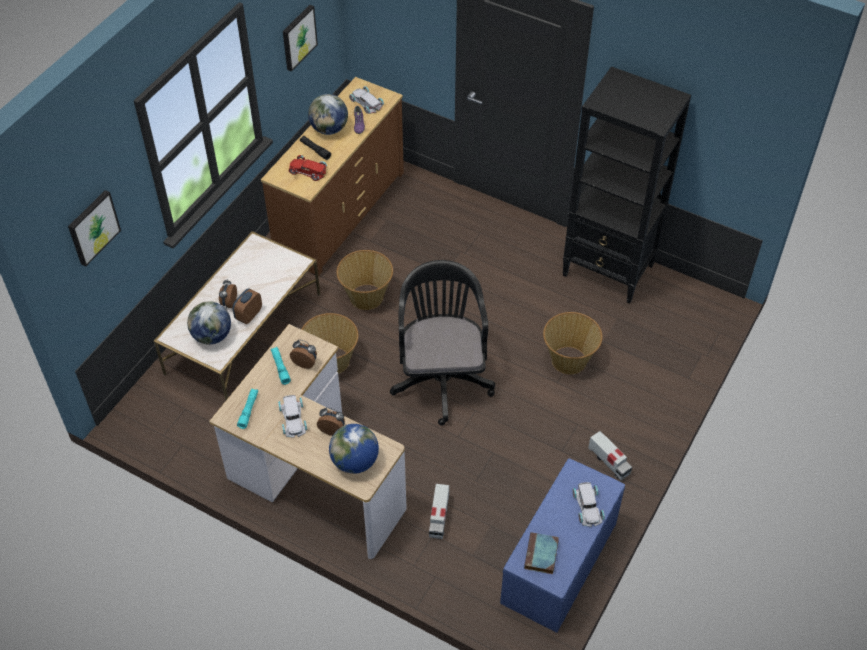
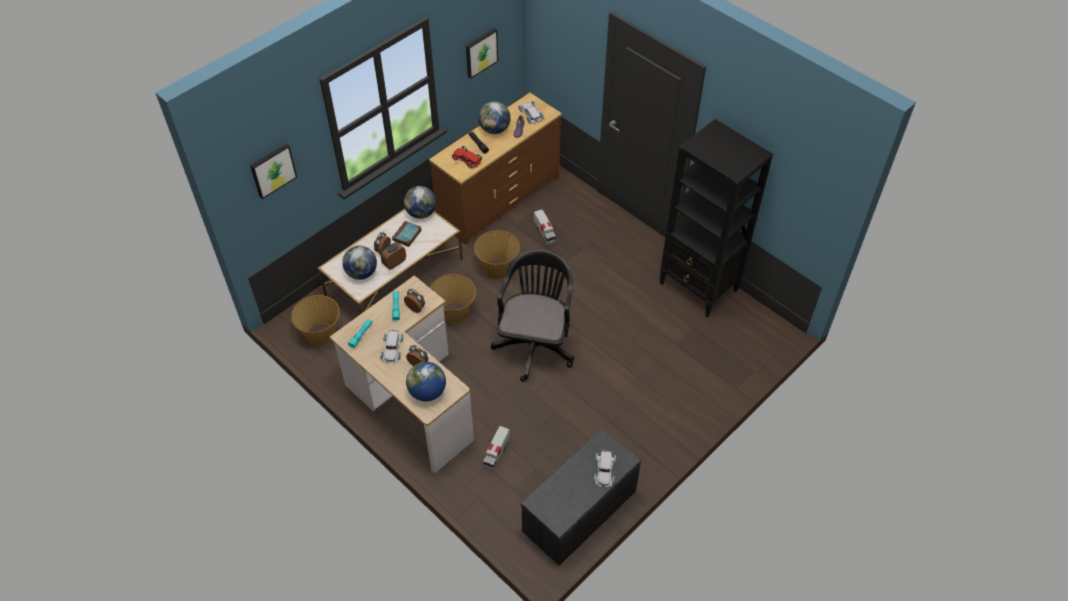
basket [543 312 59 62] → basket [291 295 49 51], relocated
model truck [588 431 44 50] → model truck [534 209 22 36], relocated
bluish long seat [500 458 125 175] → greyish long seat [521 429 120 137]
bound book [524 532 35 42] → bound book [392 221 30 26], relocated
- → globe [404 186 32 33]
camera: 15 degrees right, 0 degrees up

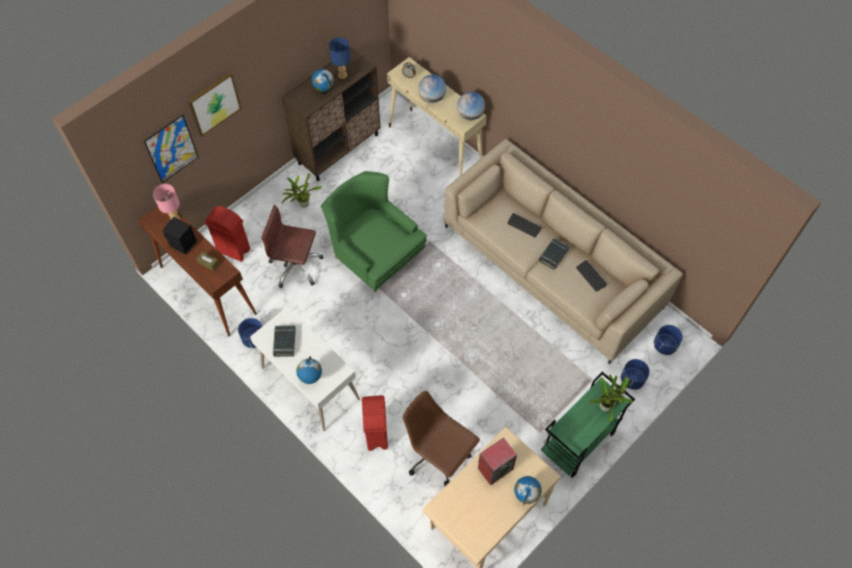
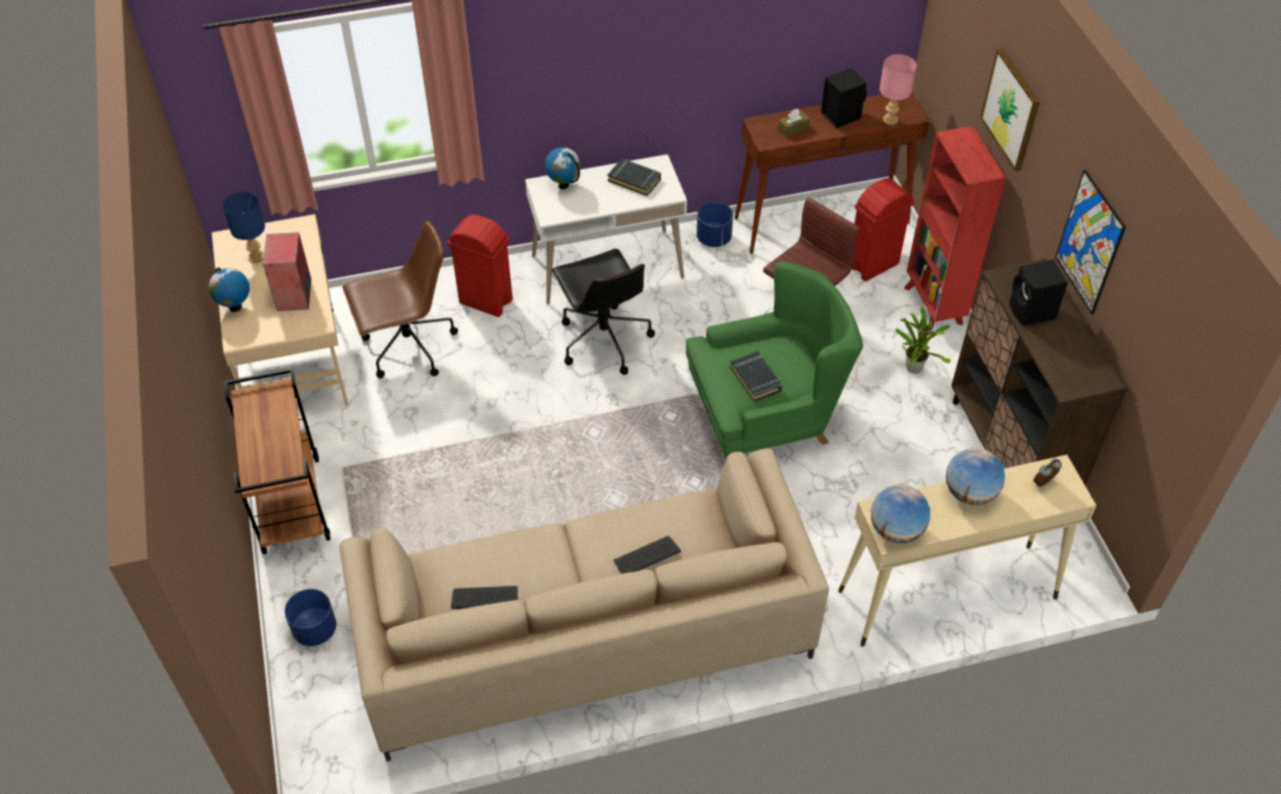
bluish table lamp [329 37 22 42] → bluish table lamp [223 192 42 71], relocated
globe [312 69 22 25] → black-coloured loudspeaker [1009 260 59 66]
picture [144 114 54 69] → picture [1055 170 71 144], relocated
black-coloured bound book [539 238 30 32] → black-coloured bound book [730 351 52 50], relocated
bluish planter [654 325 29 30] → -
green cart [541 372 94 106] → brownish cart [224 368 107 186]
houseplant [588 375 45 46] → -
- → red bookcase [904 126 102 206]
- → black-coloured computer chair [551 249 104 126]
camera: 120 degrees right, 10 degrees down

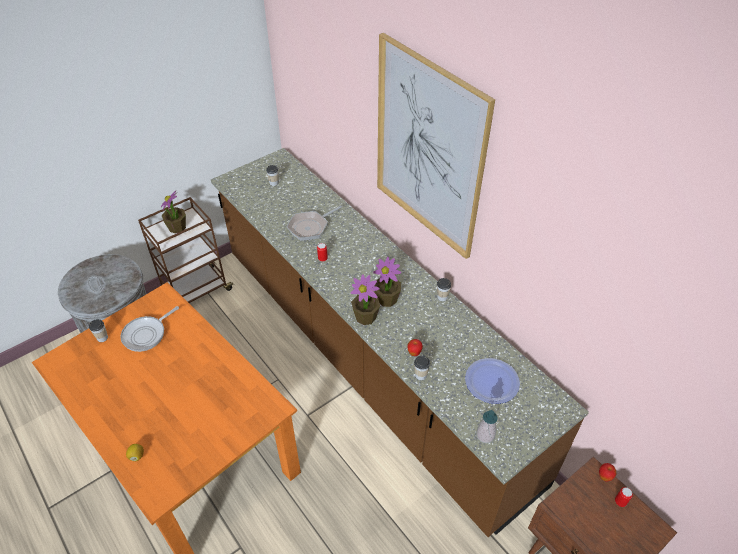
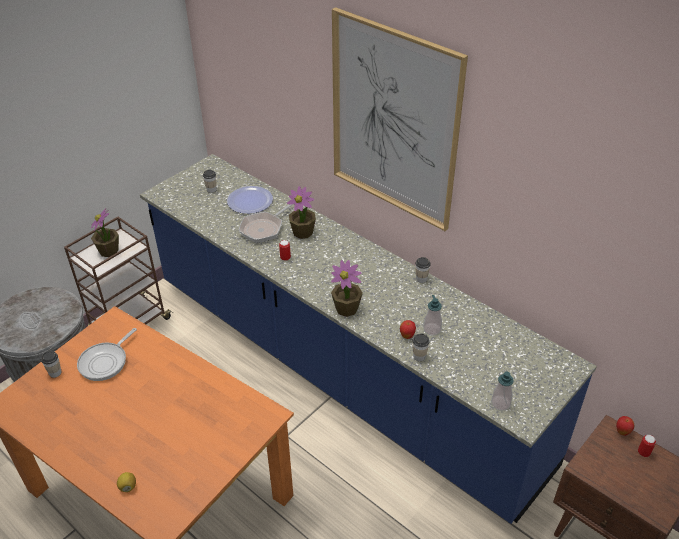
brownish counter [211 148 378 389] → bluish counter [140 154 457 370]
houseplant [373 257 28 50] → houseplant [287 186 29 53], relocated
plate [465 358 55 46] → plate [227 186 46 28], relocated
- → soap bottle [423 295 19 41]
camera: 10 degrees left, 5 degrees down

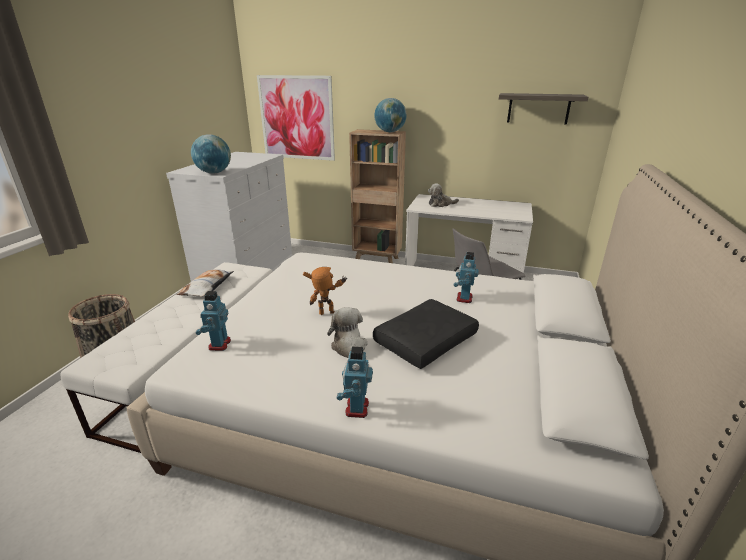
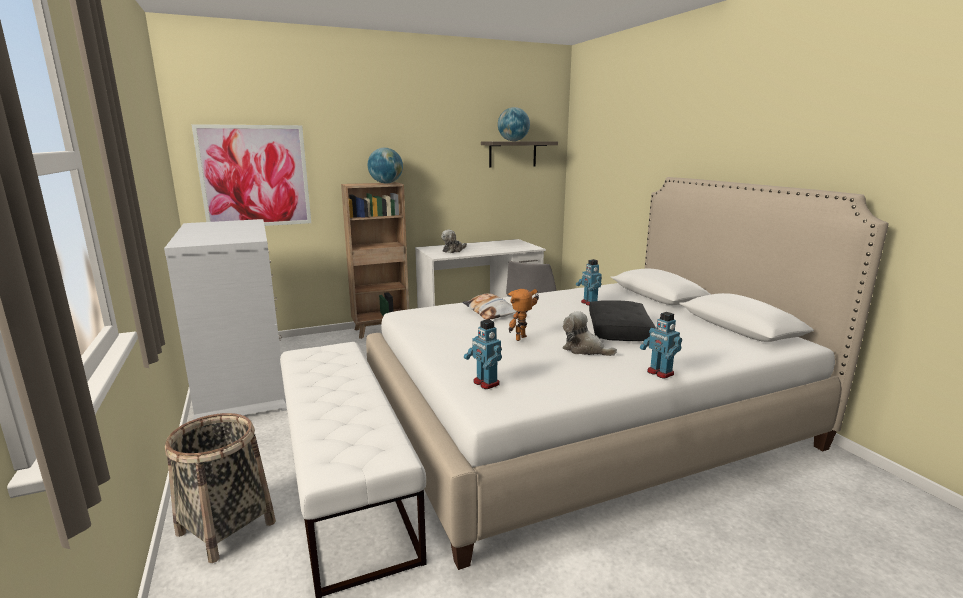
globe [191 134 40 39] → globe [498 107 32 34], relocated
cushion [176 269 58 28] → cushion [462 293 54 27], relocated
camera: 40 degrees left, 10 degrees down

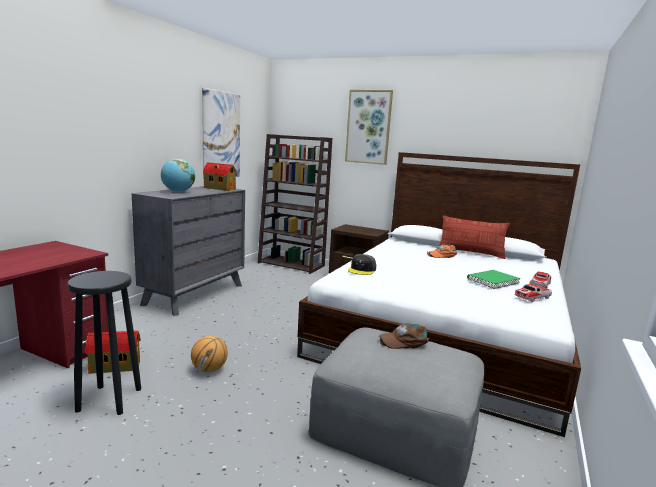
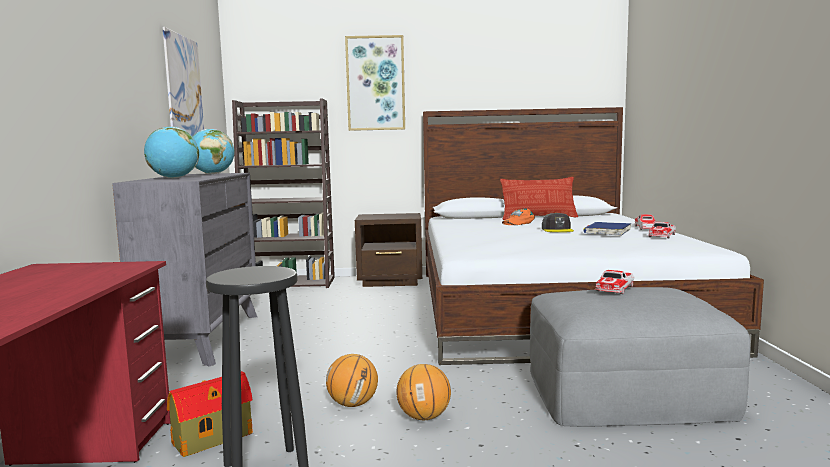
miniature house [203 163 34 28] → globe [192 129 43 45]
greyish baseball cap [348 254 28 21] → greyish baseball cap [542 213 32 19], relocated
green bound book [467 270 54 19] → bluish bound book [583 222 48 14]
brownish baseball cap [379 323 51 26] → model car [595 270 39 24]
- → basketball [396 364 55 57]
camera: 25 degrees left, 5 degrees down

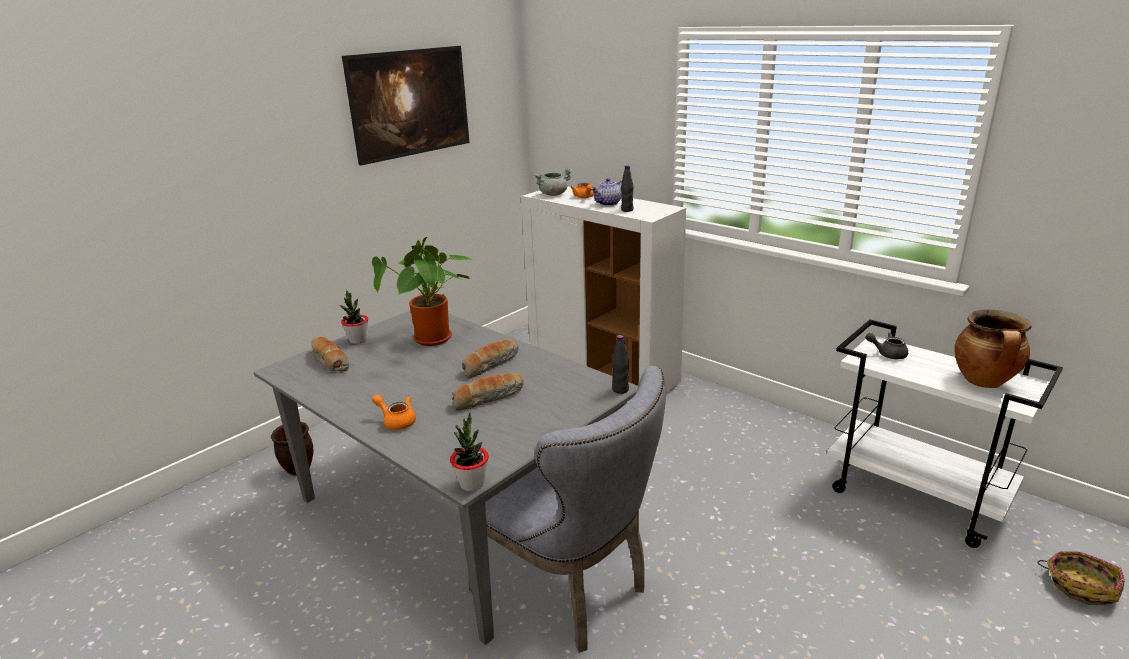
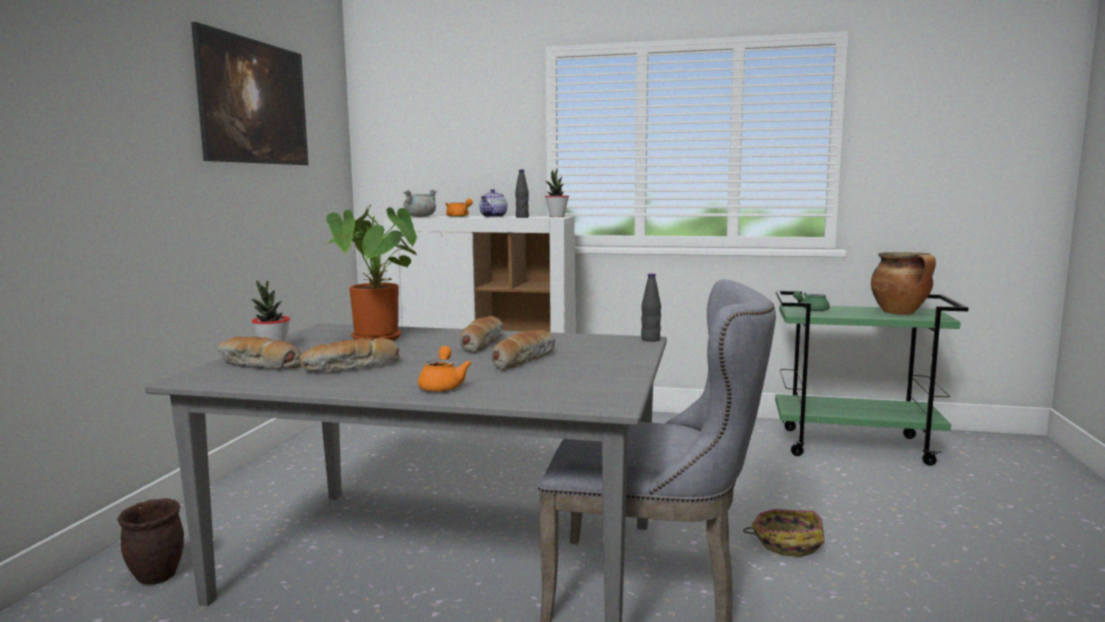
white-coloured cart [827 319 236 229] → green cart [775 291 193 175]
greyish tea pot [865 332 43 27] → green tea pot [793 291 37 20]
orangey tea pot [372 395 44 35] → orangey tea pot [418 346 53 46], 90 degrees clockwise
houseplant [450 412 39 79] → houseplant [545 170 24 47], relocated
basket [1037 551 88 54] → basket [743 509 82 48], relocated
- → baked bread [299 338 101 34]
camera: 30 degrees left, 15 degrees down

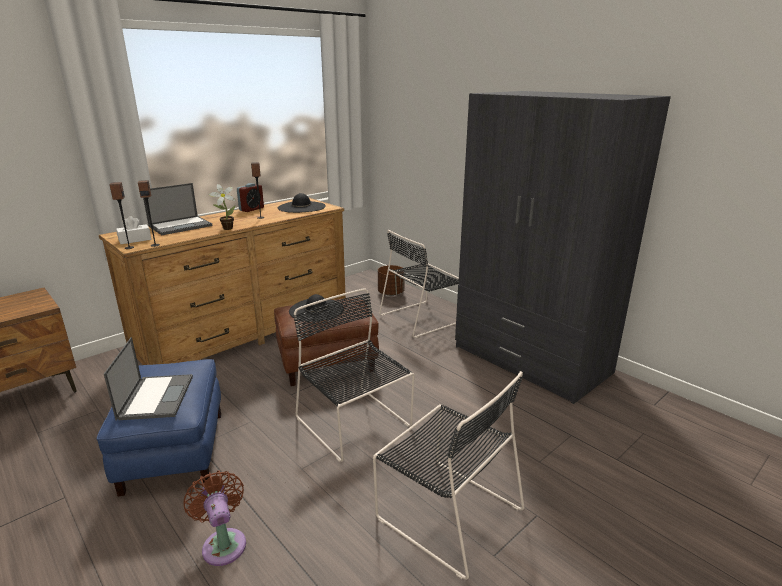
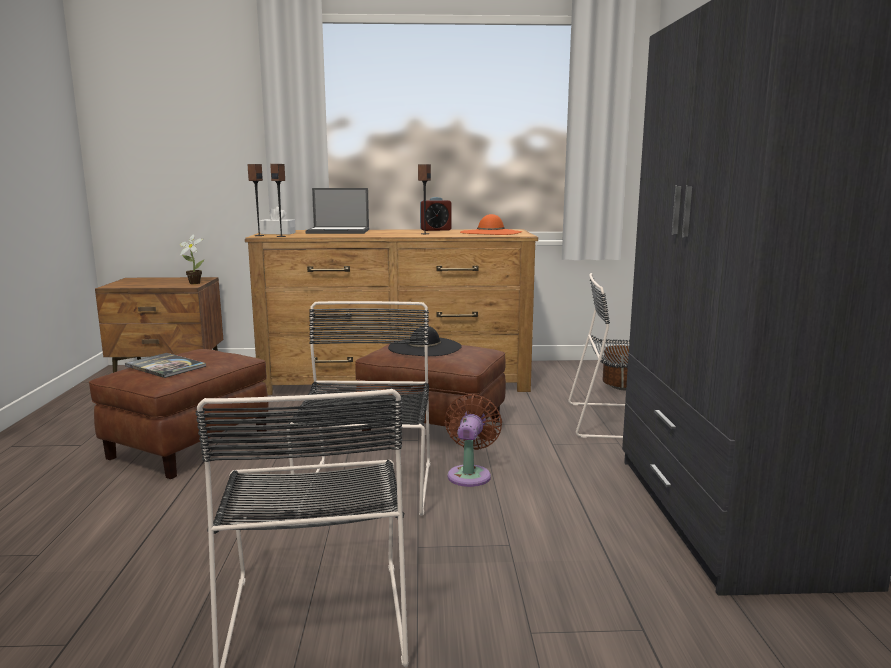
houseplant [209 184 26 46] → houseplant [180 234 25 50], relocated
black-coloured hat [278 193 48 20] → orangey hat [460 214 62 21]
laptop [104 337 89 84] → bound book [125 353 81 25]
bluish ottoman [97 359 124 137] → brownish ottoman [89 349 180 130]
brownish electric fan [183 471 63 95] → brownish electric fan [445 394 57 93], relocated
camera: 40 degrees right, 10 degrees down

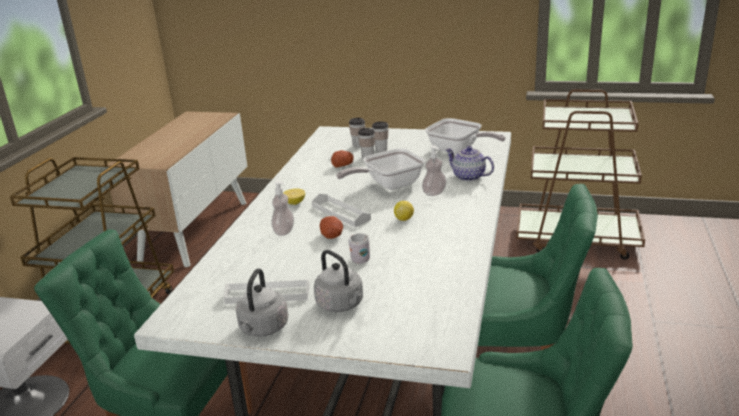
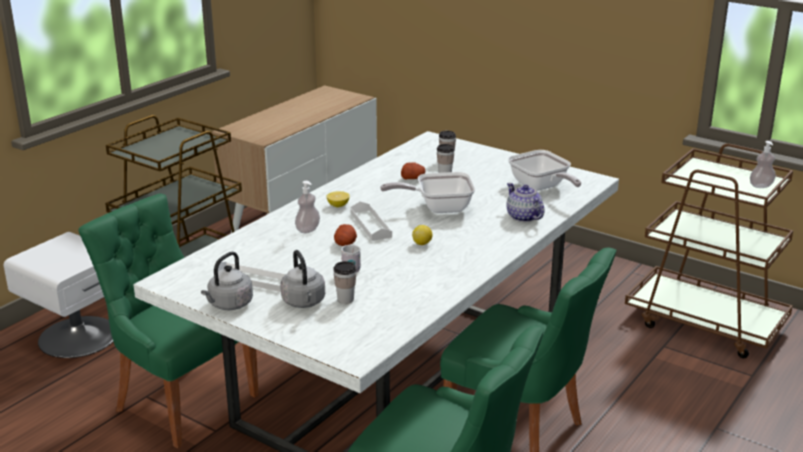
small cup [372 122 17 30] → small cup [333 261 23 43], relocated
soap bottle [422 146 24 50] → soap bottle [750 141 26 47], relocated
camera: 20 degrees right, 0 degrees up

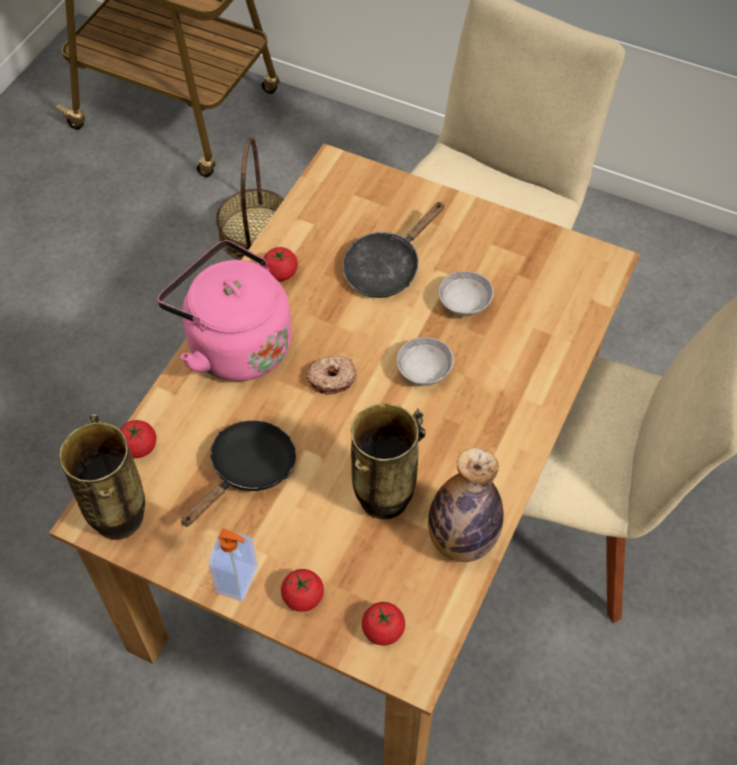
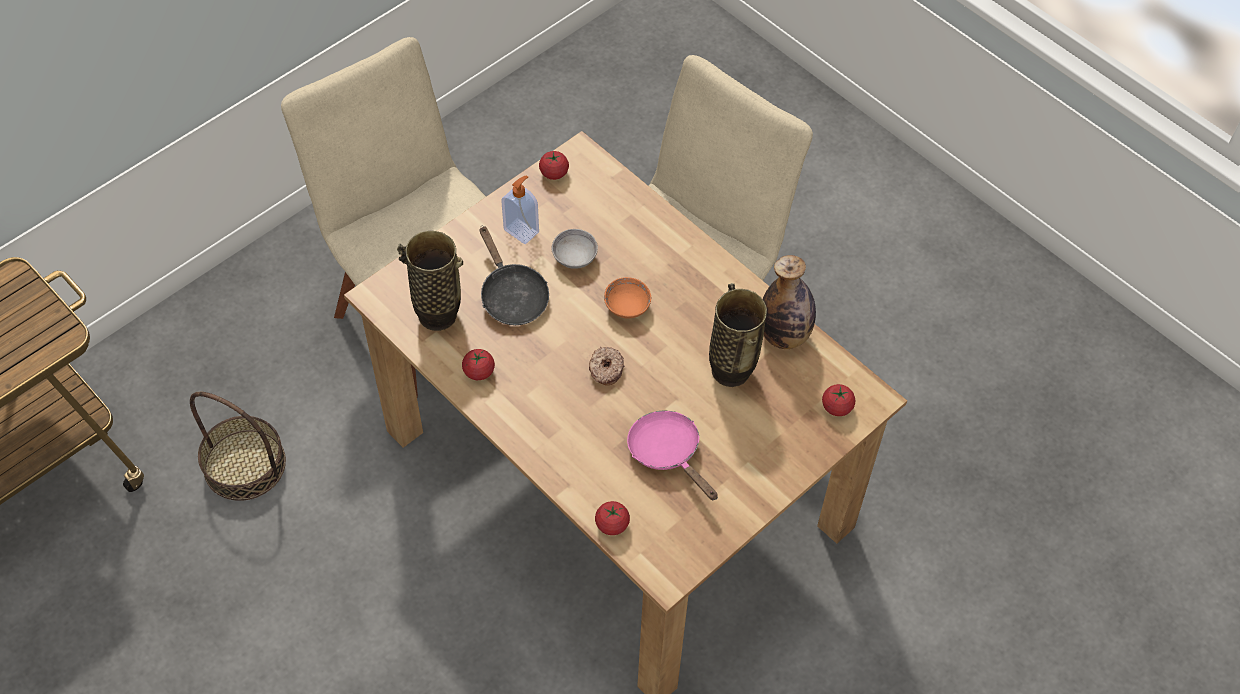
pink-coloured kettle [158 240 134 141] → -
greyish bowl [397 337 57 49] → orangey bowl [604 277 47 42]
decorative vase [59 414 86 126] → decorative vase [397 231 66 100], relocated
black-coloured frying pan [181 421 115 106] → pink-coloured frying pan [627 411 91 90]
soap bottle [209 528 49 74] → soap bottle [501 176 38 68], relocated
tomato [281 569 43 43] → tomato [539 151 30 29], relocated
camera: 70 degrees left, 0 degrees up

